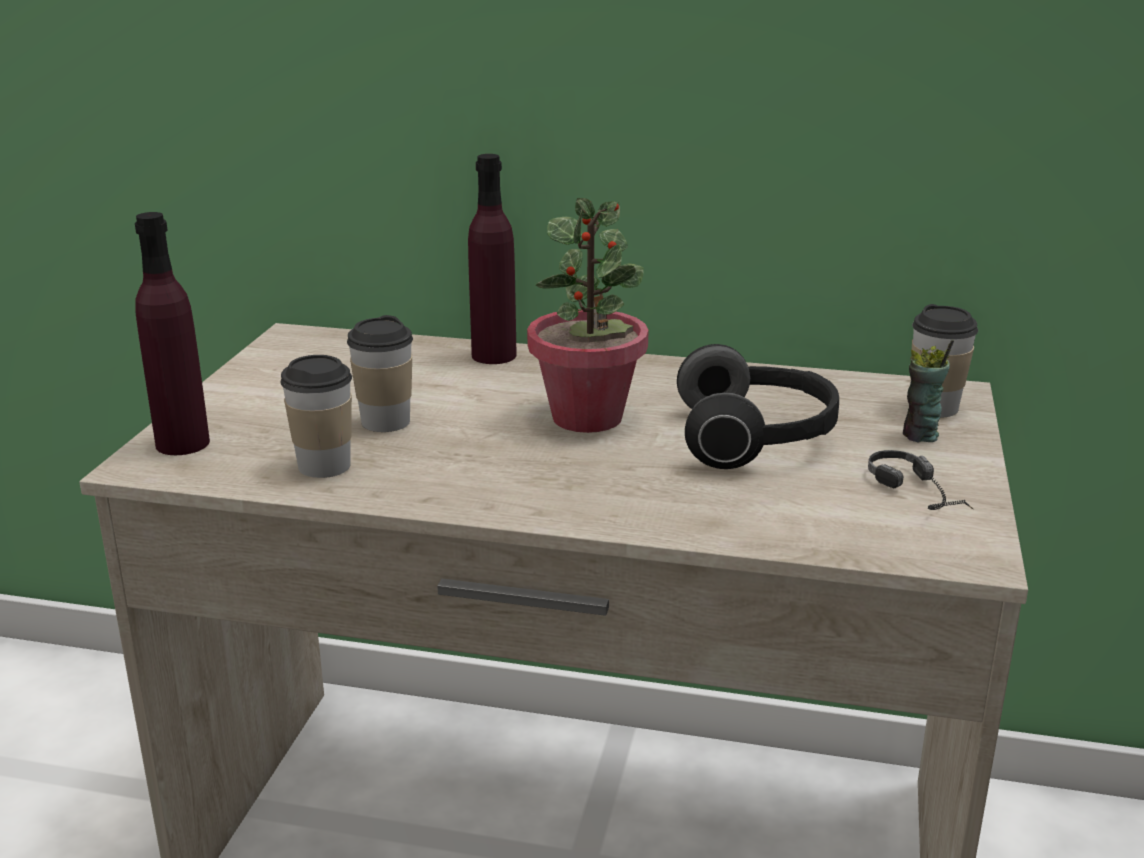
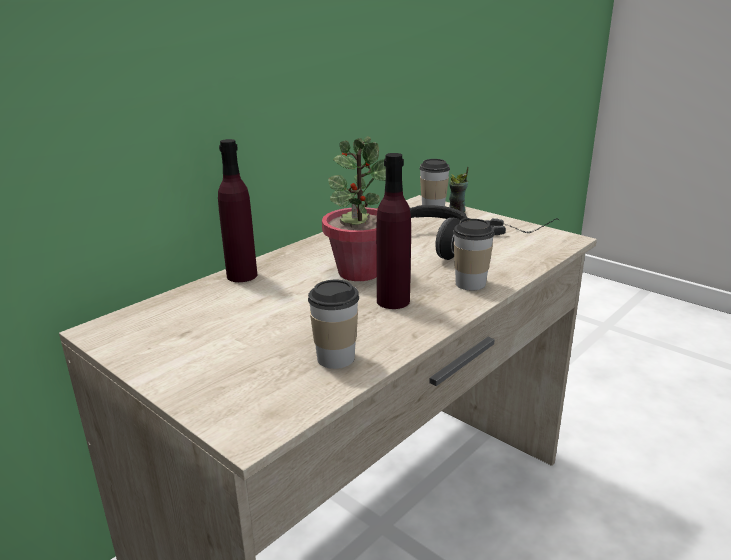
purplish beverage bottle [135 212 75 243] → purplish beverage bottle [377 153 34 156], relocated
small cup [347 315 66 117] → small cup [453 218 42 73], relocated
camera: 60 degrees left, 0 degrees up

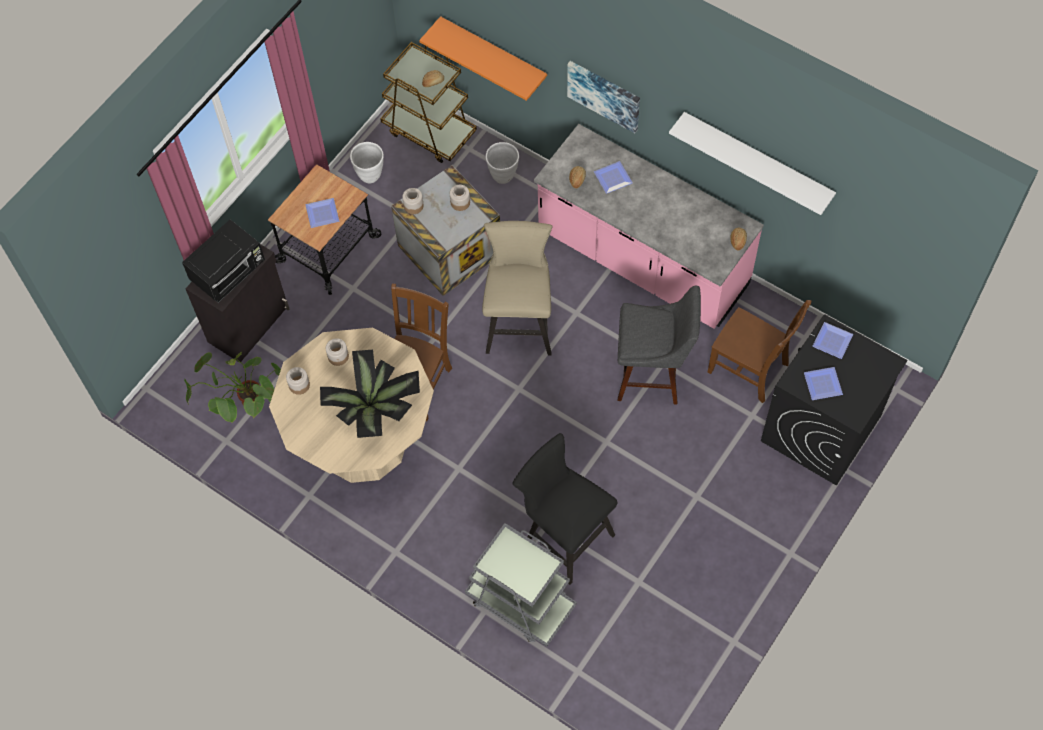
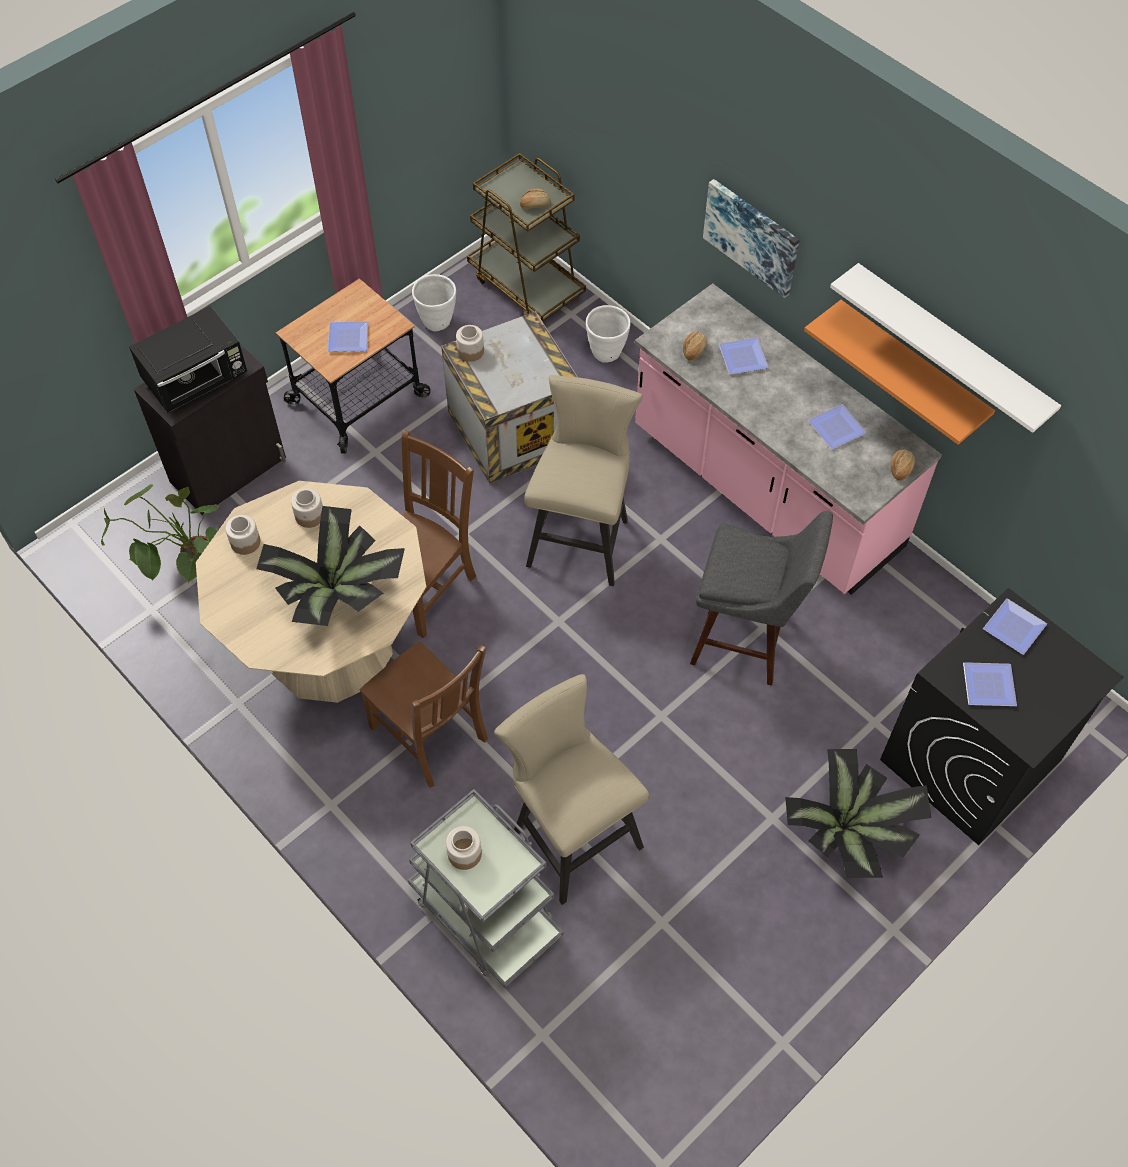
orangey wall shelf [419 16 128 85] → orangey wall shelf [804 300 191 145], relocated
preserve jar [450 185 20 26] → preserve jar [446 826 36 44], relocated
brownish upright chair [708 300 103 103] → brownish upright chair [360 641 128 147], relocated
black-coloured stool seat [512 433 105 152] → beige stool seat [494 674 155 231]
- → plate [808 404 59 45]
- → houseplant [785 749 146 129]
camera: 10 degrees right, 5 degrees down

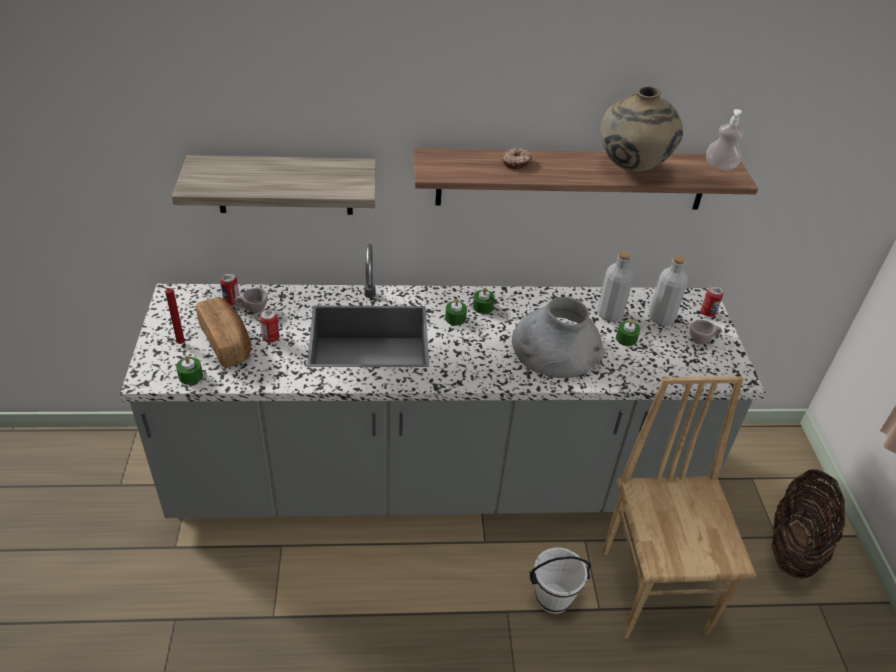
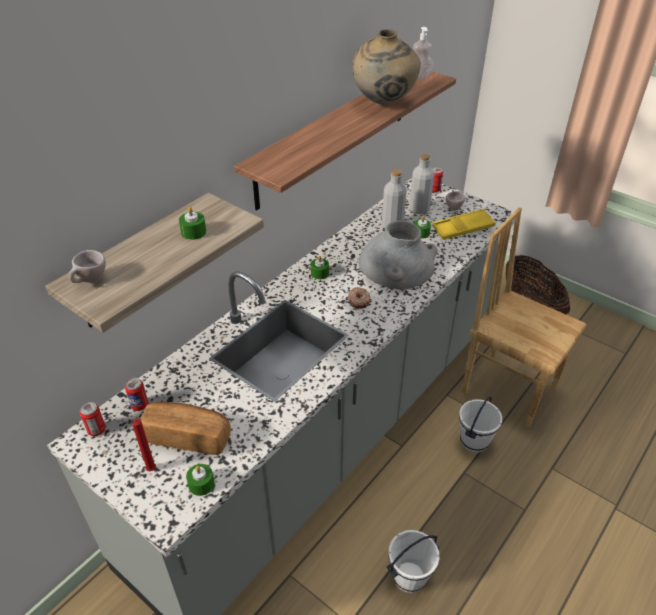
ring doughnut [502 148 30 21] → ring doughnut [348 287 22 22], relocated
beige small cup [234 288 33 25] → beige small cup [69 250 37 33], relocated
green wax candle [445 299 22 27] → green wax candle [179 207 27 33], relocated
can [260 309 19 34] → can [80 402 26 34], relocated
- → yellowish serving tray [432 209 64 31]
- → white-coloured water bucket [387 530 53 63]
camera: 45 degrees left, 0 degrees up

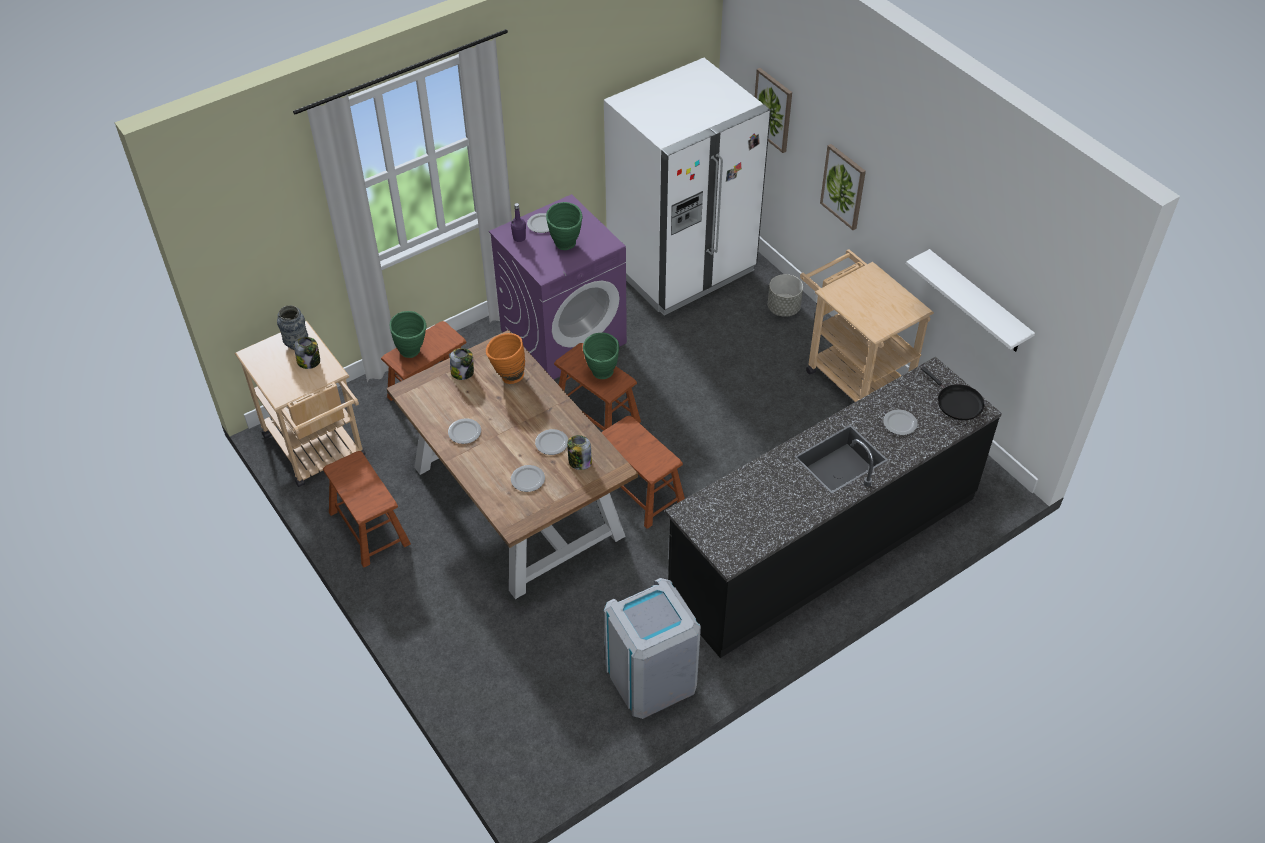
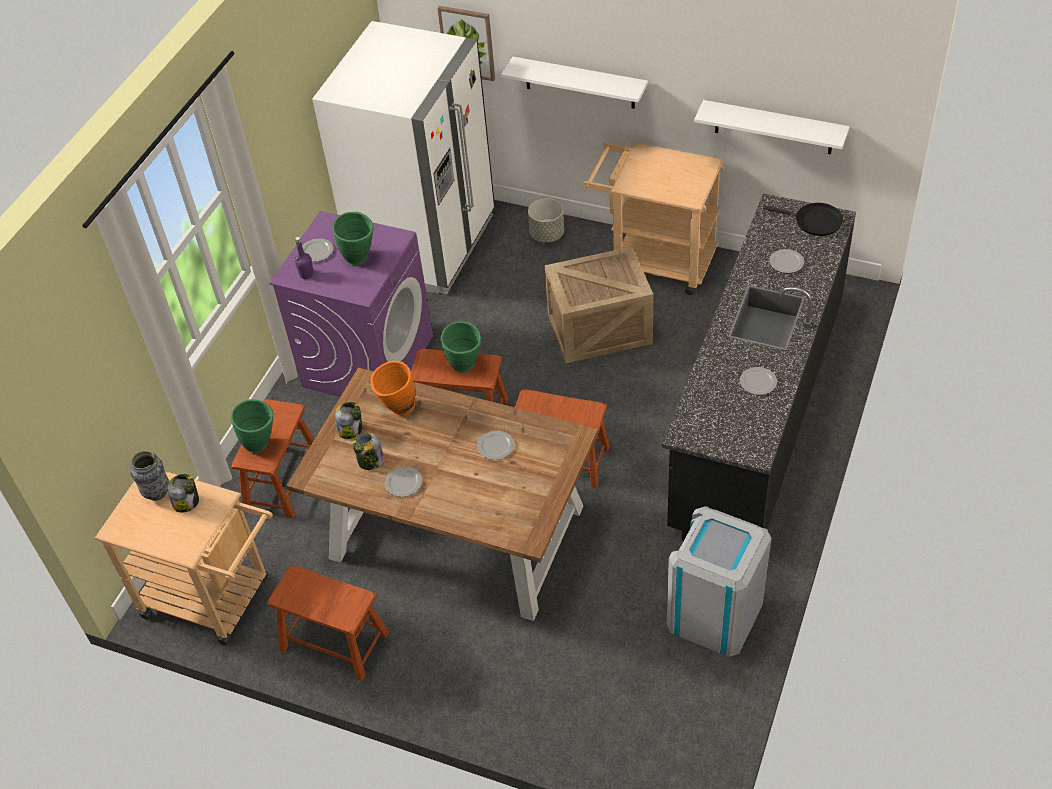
picture [820 144 46 86] → white-coloured wall shelf [501 57 147 52]
preserve jar [567 435 25 35] → preserve jar [352 433 33 37], relocated
plate [511 465 34 27] → plate [740 367 37 28], relocated
- → crate [545 247 108 116]
camera: 30 degrees left, 0 degrees up

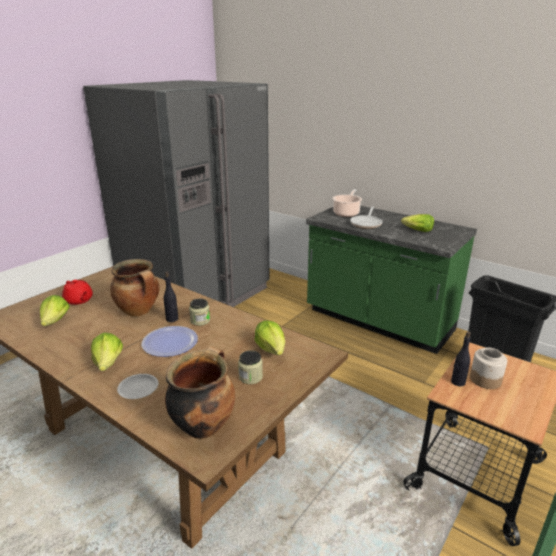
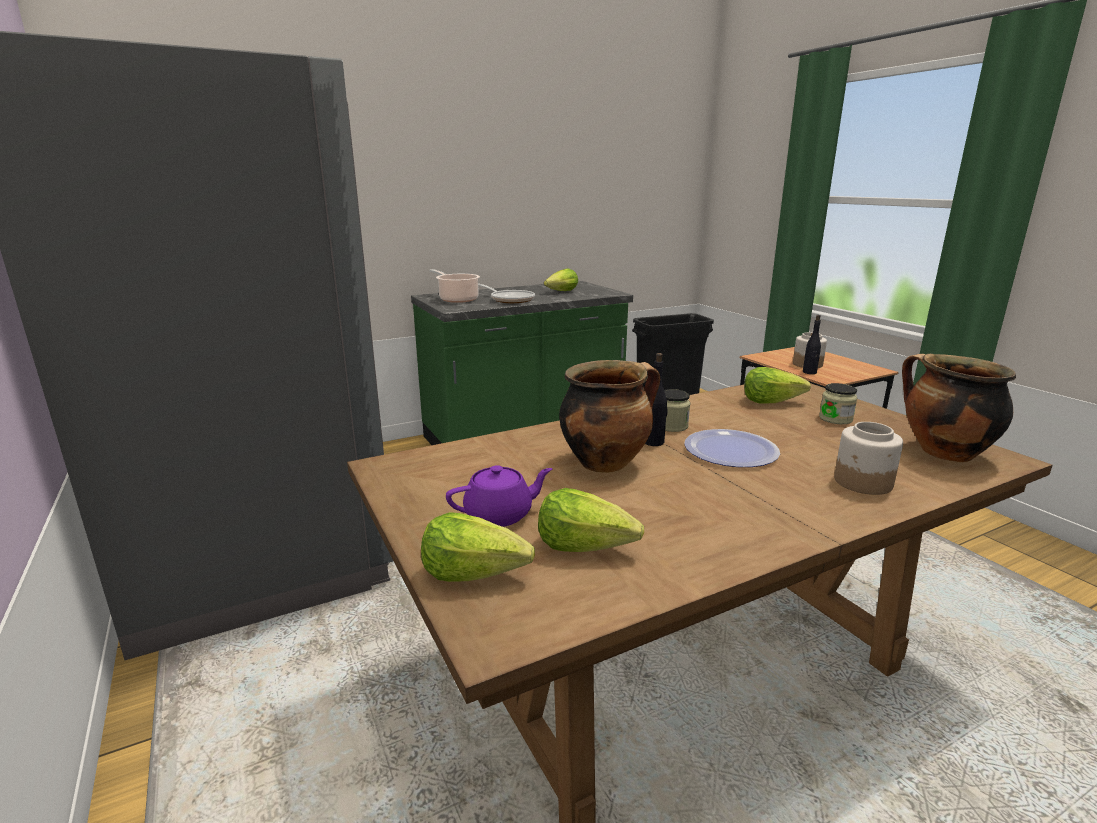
red tea pot [62 280 31 25] → purplish tea pot [446 465 107 62]
head of lettuce [91 332 32 39] → head of lettuce [421 512 114 70], relocated
white-coloured plate [117 374 42 25] → preserve jar [834 422 69 73]
camera: 65 degrees left, 5 degrees down

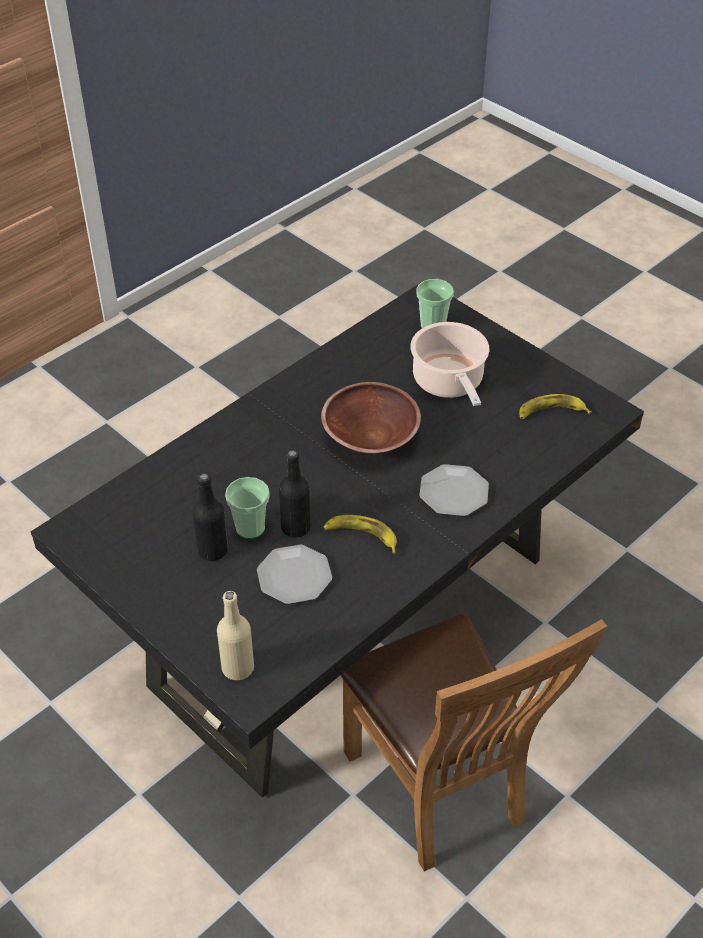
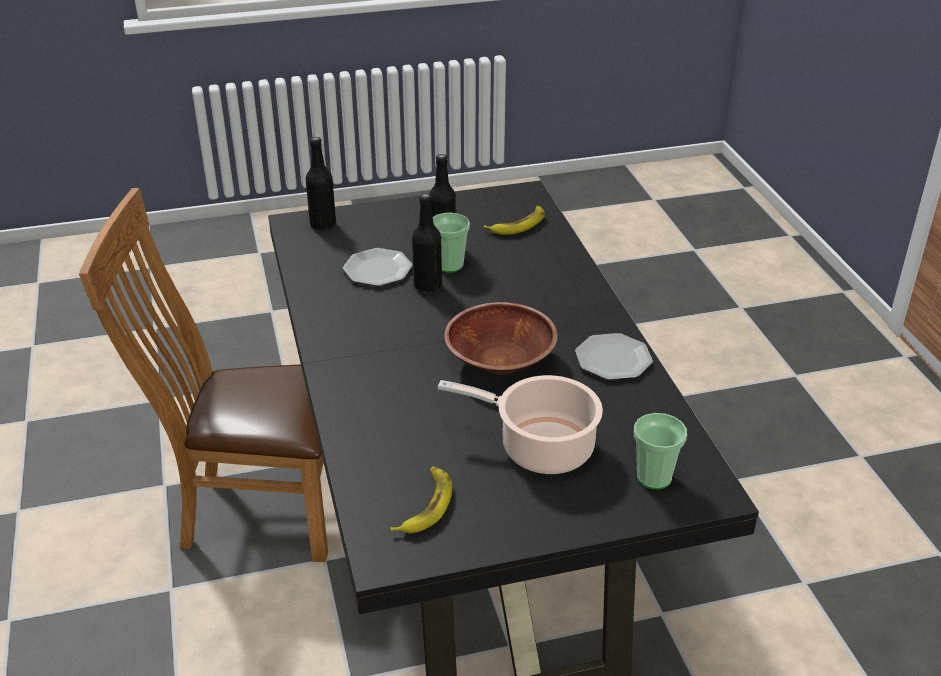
plate [419 464 70 52] → plate [575 333 78 47], relocated
banana [323 515 74 39] → banana [484 206 61 29], relocated
beige beverage bottle [217 591 37 89] → black-coloured beverage bottle [306 137 30 93]
camera: 120 degrees right, 10 degrees down

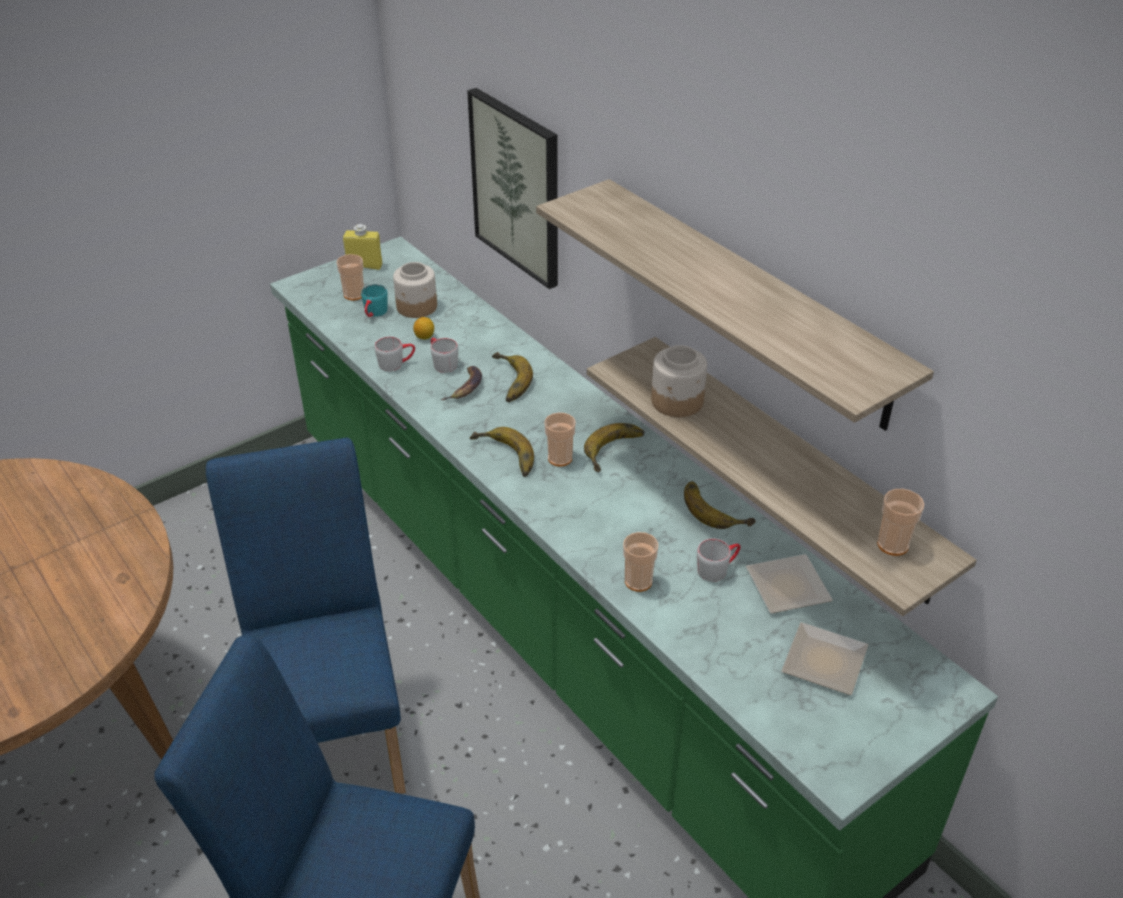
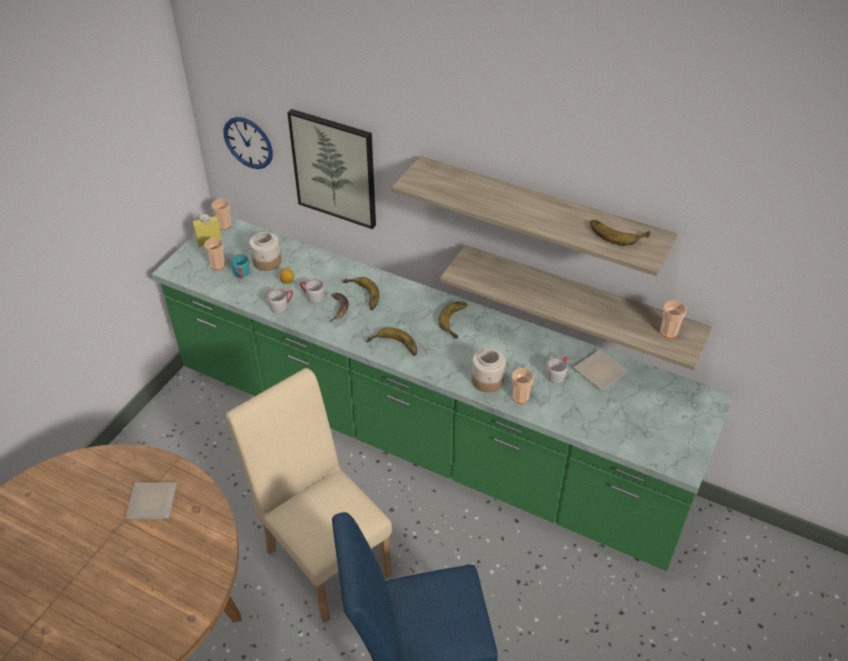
preserve jar [651 345 56 72] → preserve jar [472 348 34 44], relocated
small cup [544 413 32 53] → small cup [211 199 21 31], relocated
bluish upright chair [206 437 200 357] → beige upright chair [226 368 166 255]
banana [684 481 72 48] → banana [590 220 61 26], relocated
plate [781 622 87 73] → plate [125 482 52 37], relocated
- → wall clock [223 117 50 52]
camera: 25 degrees left, 5 degrees up

